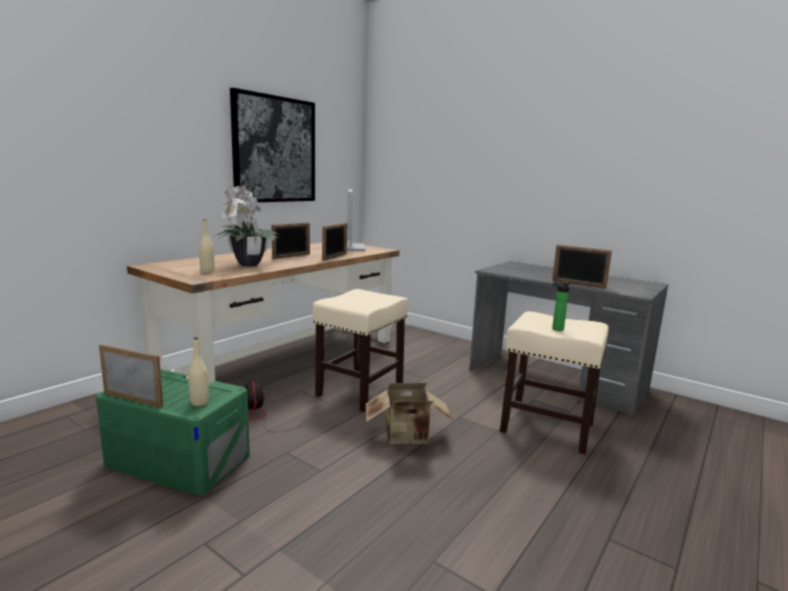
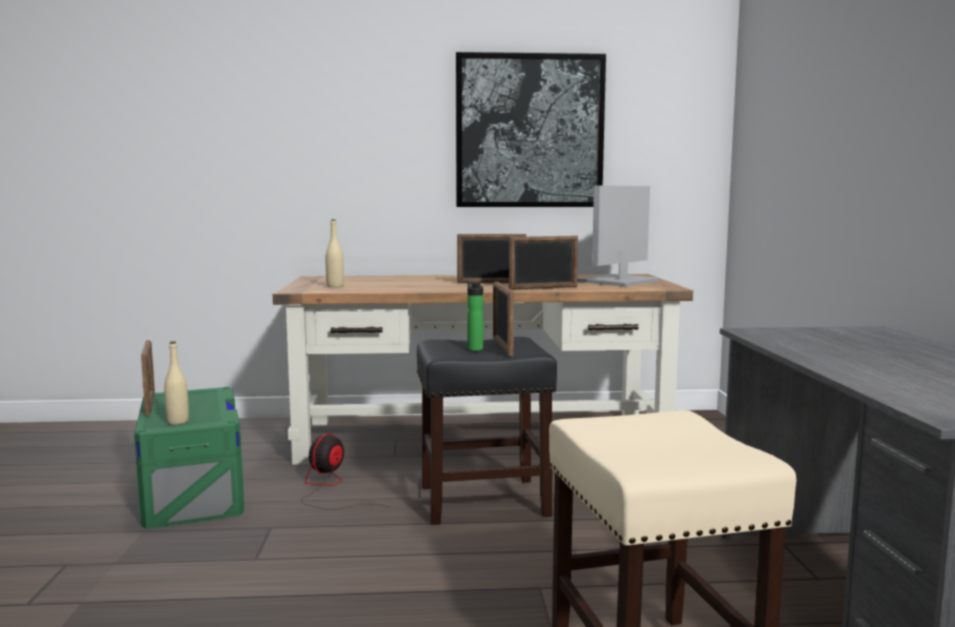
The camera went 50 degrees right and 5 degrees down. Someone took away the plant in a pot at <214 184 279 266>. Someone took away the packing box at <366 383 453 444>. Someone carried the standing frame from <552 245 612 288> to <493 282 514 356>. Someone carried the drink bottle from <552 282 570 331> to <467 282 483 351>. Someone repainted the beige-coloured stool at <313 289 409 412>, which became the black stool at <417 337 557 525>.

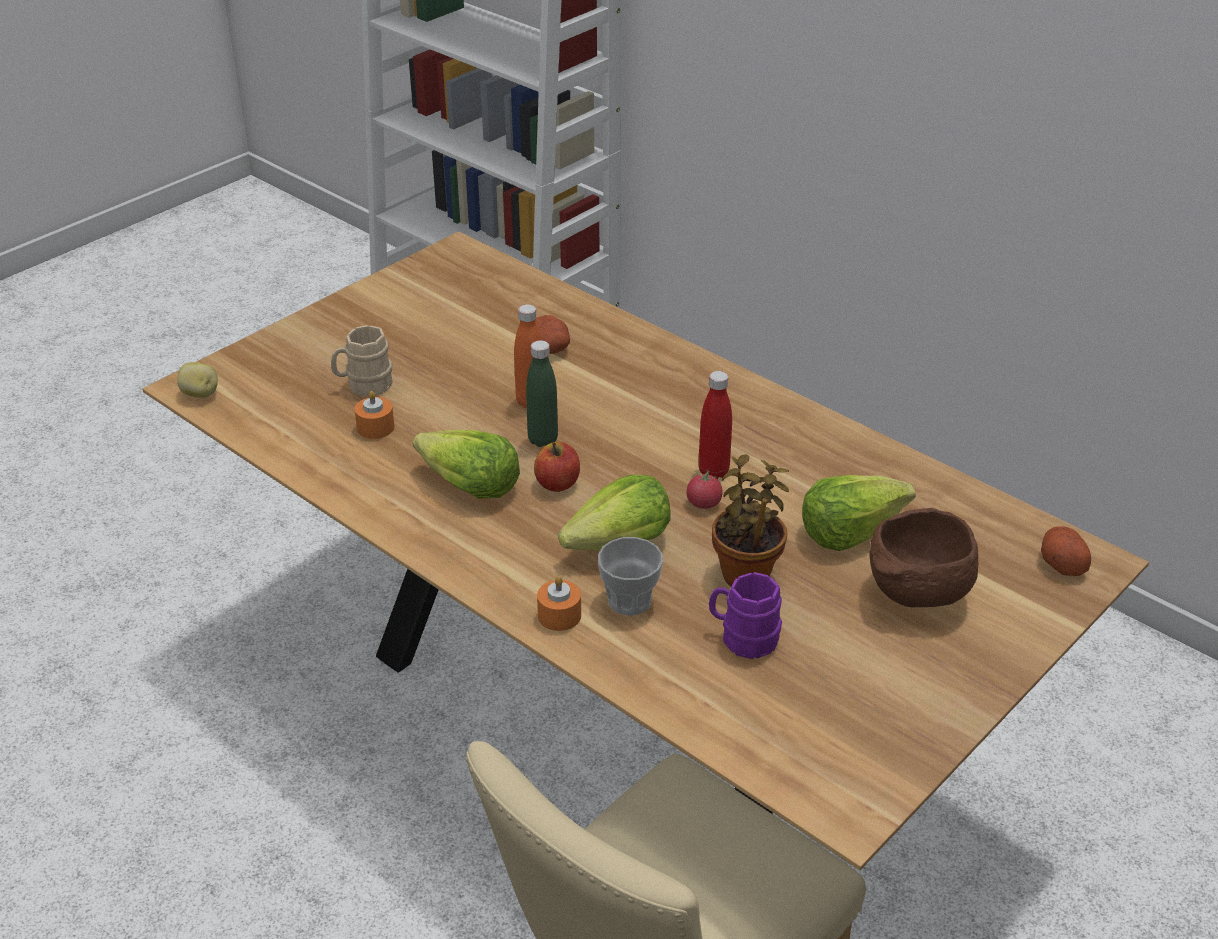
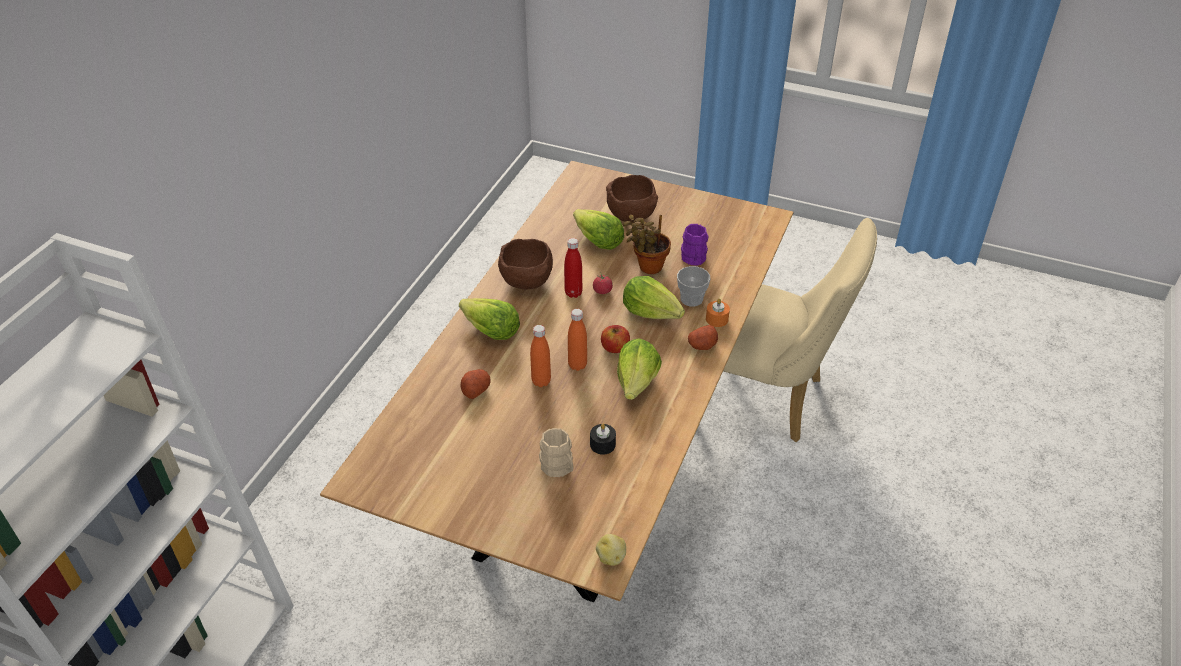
The camera went 110 degrees left and 5 degrees up. Someone put down the head of lettuce at <459 298 520 340>. Someone put down the brown-coloured serving bowl at <498 239 553 289>. Someone carried the potato from <1041 526 1091 576> to <688 325 718 350>. Someone repainted the orangey candle at <355 391 394 439>, which became the black candle at <590 424 616 455>. Someone repainted the green-coloured drink bottle at <526 340 558 447>, which became the orangey drink bottle at <568 309 587 371>.

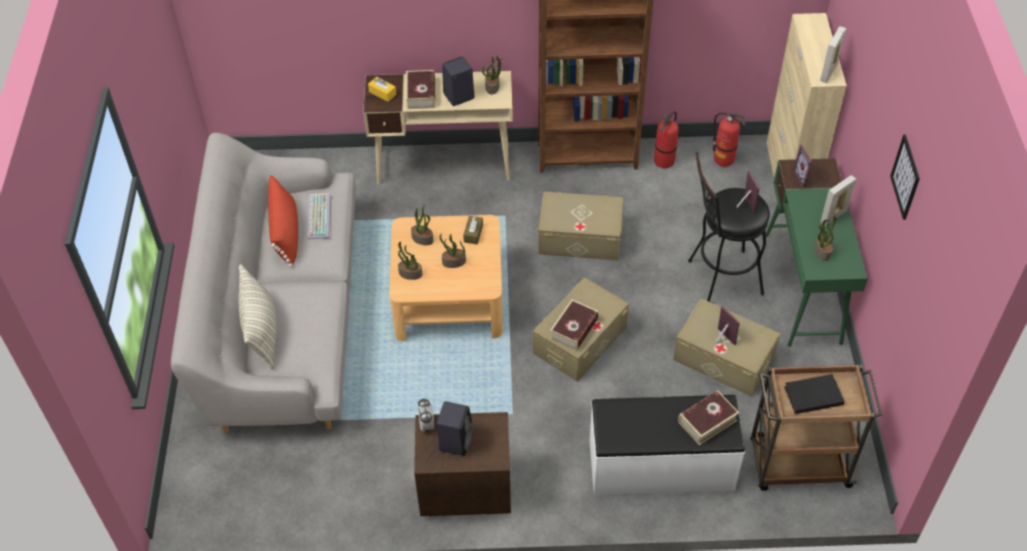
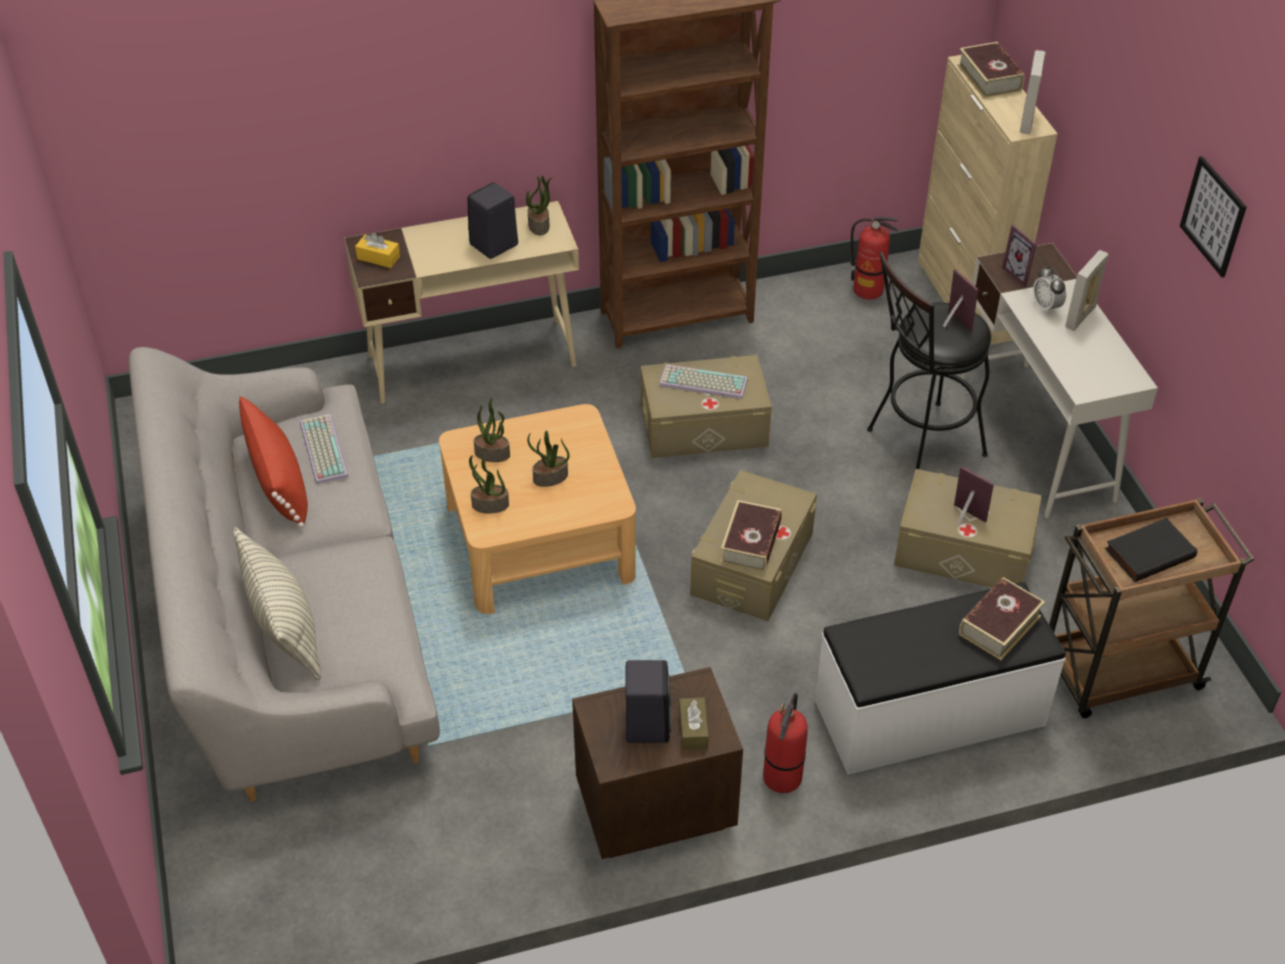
The camera went 15 degrees left and 5 degrees down. Someone took away the plant in a pot at <815 216 836 261>. Someone put down the keyboard at <659 364 748 399>. Someone carried the bound book from <406 70 435 109> to <957 42 1025 98>. Someone carried the alarm clock from <418 398 434 431> to <1033 267 1066 314>. Someone carried the brown-coloured box of tissues from <463 216 483 244> to <679 697 709 750>. Someone carried the extinguisher from <654 111 679 168> to <763 693 808 793>. Someone repainted the green-coloured desk table at <766 158 868 347>, which became the white-coloured desk table at <960 243 1158 518>.

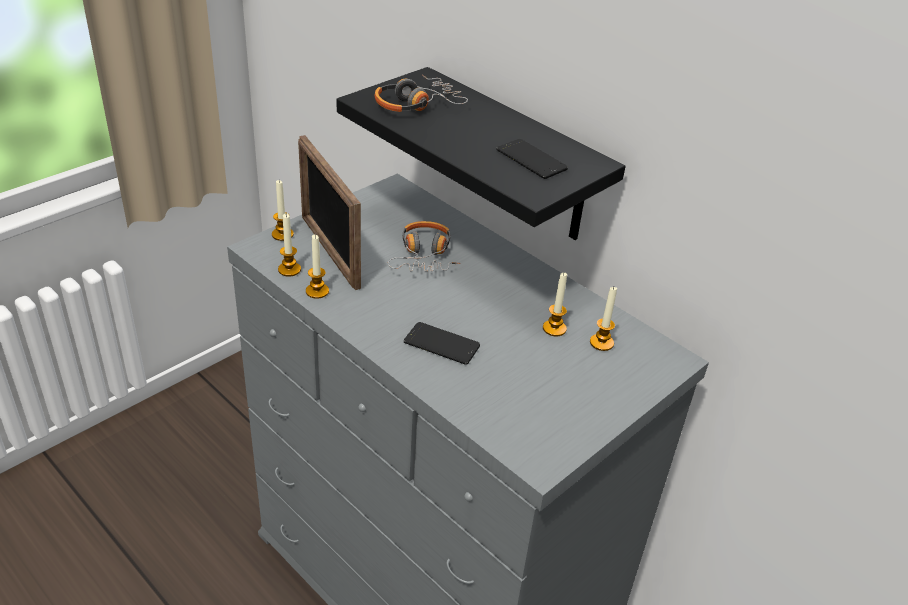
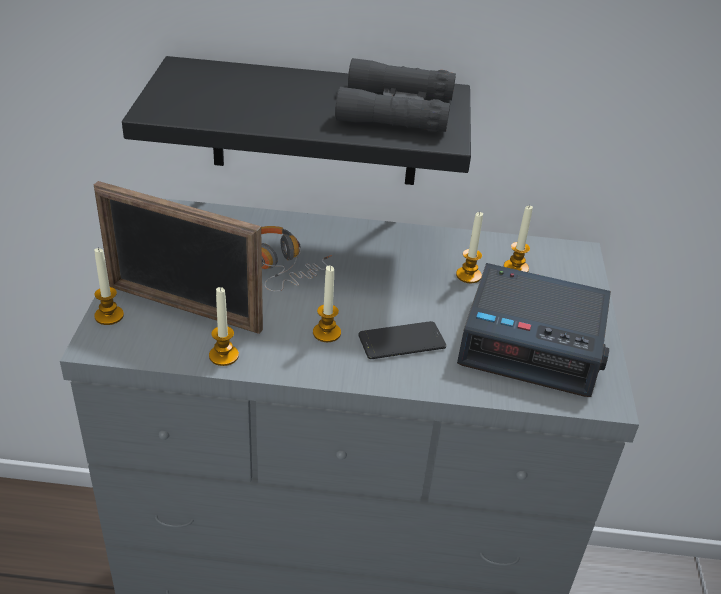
The camera went 40 degrees left and 0 degrees up. Someone took away the headset at <375 75 468 112>. Someone put down the alarm clock at <457 263 611 397>. Someone carried the candle from <278 213 301 277> to <313 266 341 342>. Someone swapped the handset at <496 139 568 179> for the black field glasses at <335 58 456 132>.

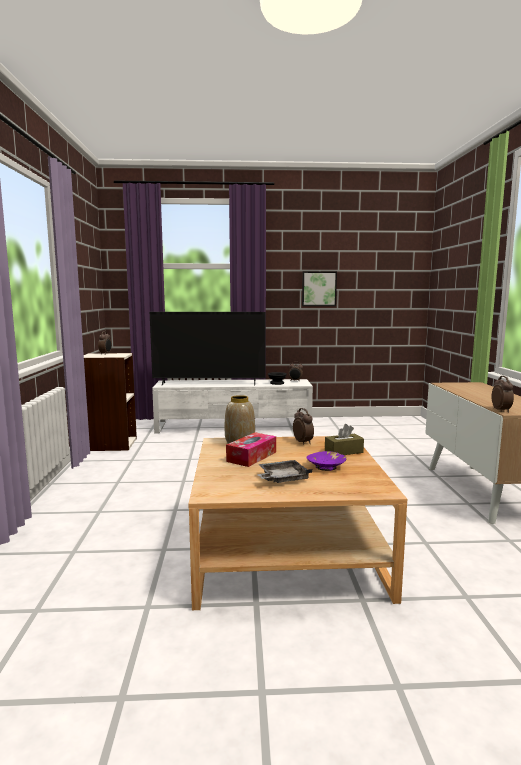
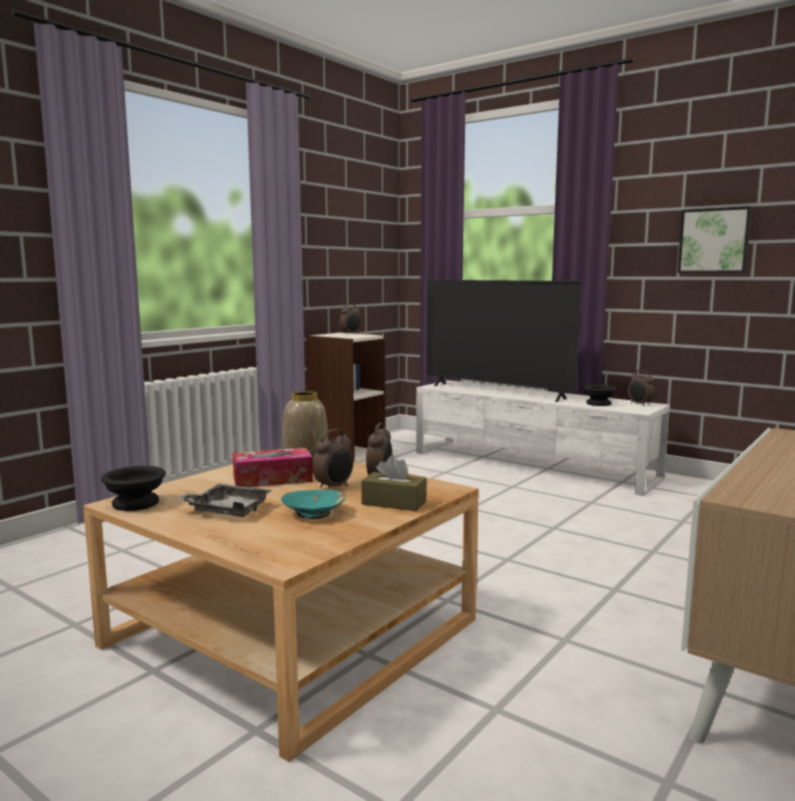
The camera went 40 degrees right and 0 degrees up. Someone put down the black serving bowl at <101 466 166 511>. Someone carried the alarm clock from <492 376 514 413> to <312 429 353 490>. Someone repainted the purple serving bowl at <306 451 346 471>, which became the blue-green serving bowl at <281 490 346 519>.

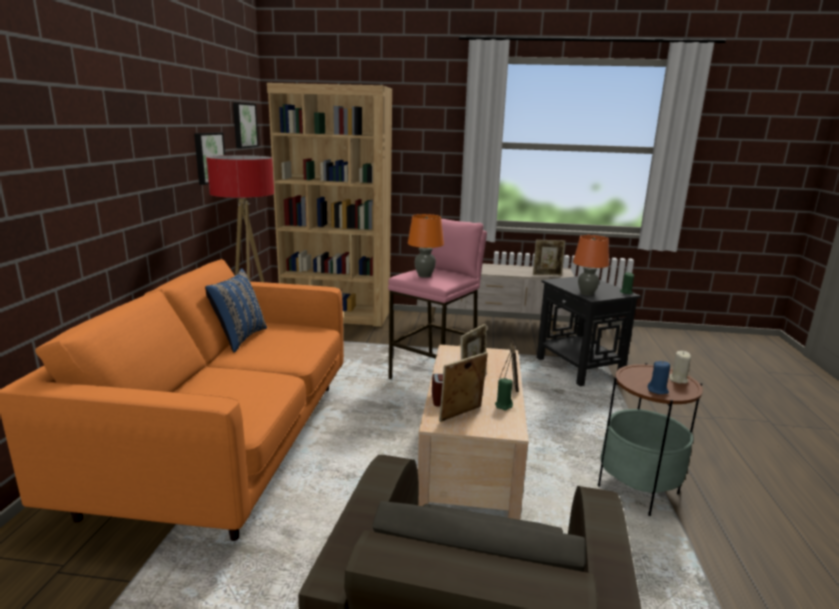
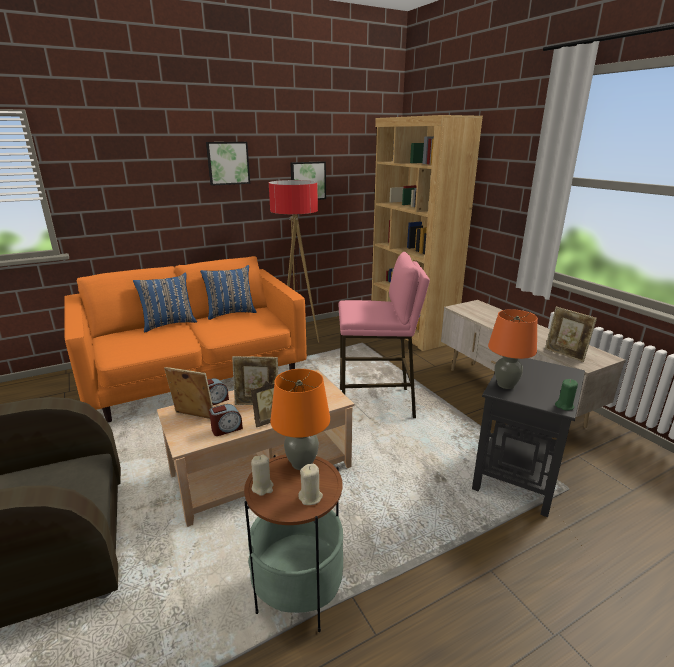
The camera went 55 degrees right and 5 degrees up. Someone put down the blue pillow at <133 272 197 332>. Someone carried the wall picture from <233 102 259 148> to <206 142 250 186>. Someone carried the orangey table lamp from <408 214 444 278> to <270 369 330 470>. Someone swapped the green-coloured candle at <495 378 513 411> for the alarm clock at <209 404 243 436>. Someone repainted the blue candle at <647 361 670 394>, which became the beige-coloured candle at <251 455 273 496>.

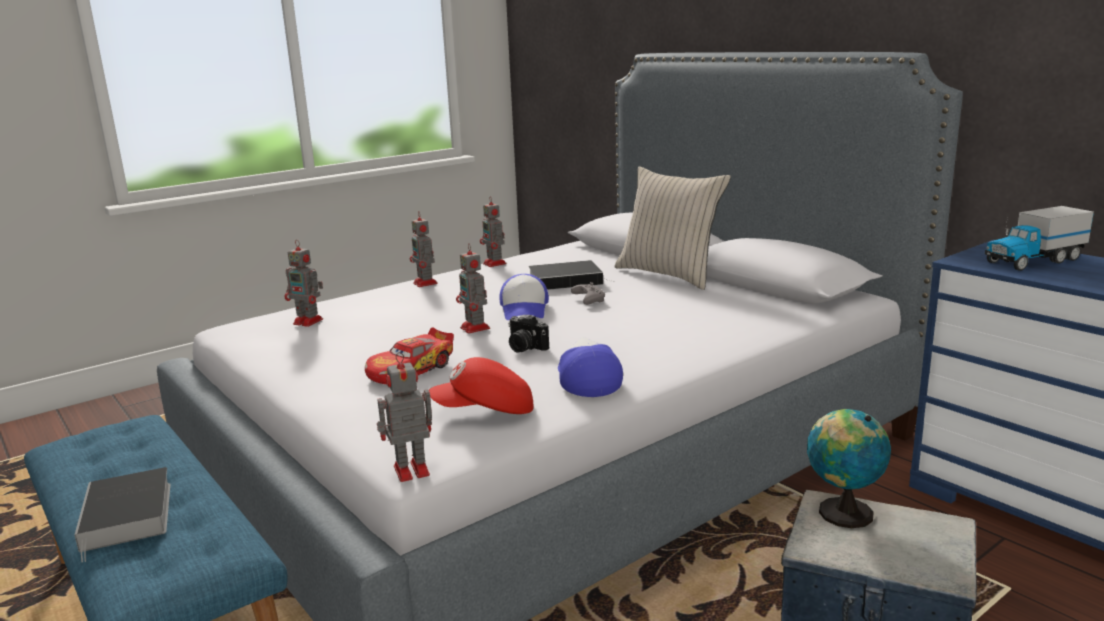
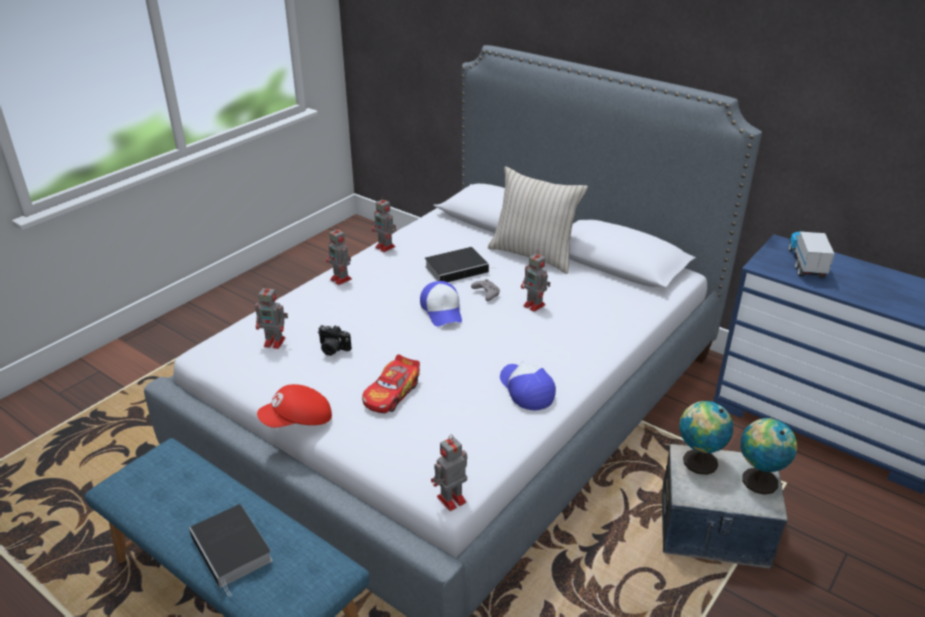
The camera went 15 degrees left and 15 degrees up. Someone put down the world globe at <740 418 797 495>. Someone carried the reddish cap from <429 357 534 414> to <257 384 332 428>. Someone carried the robot figure from <456 244 490 334> to <521 250 550 312>. Someone carried the still camera from <508 315 549 353> to <318 325 352 356>. Someone rotated the model truck at <985 206 1094 271> by 135 degrees clockwise.

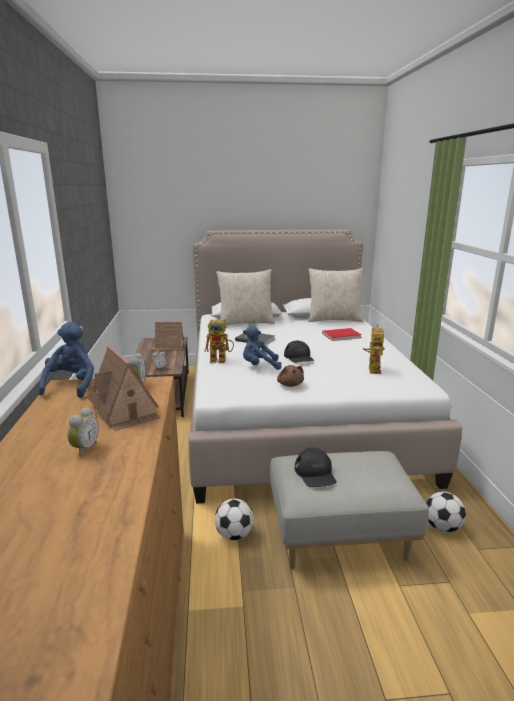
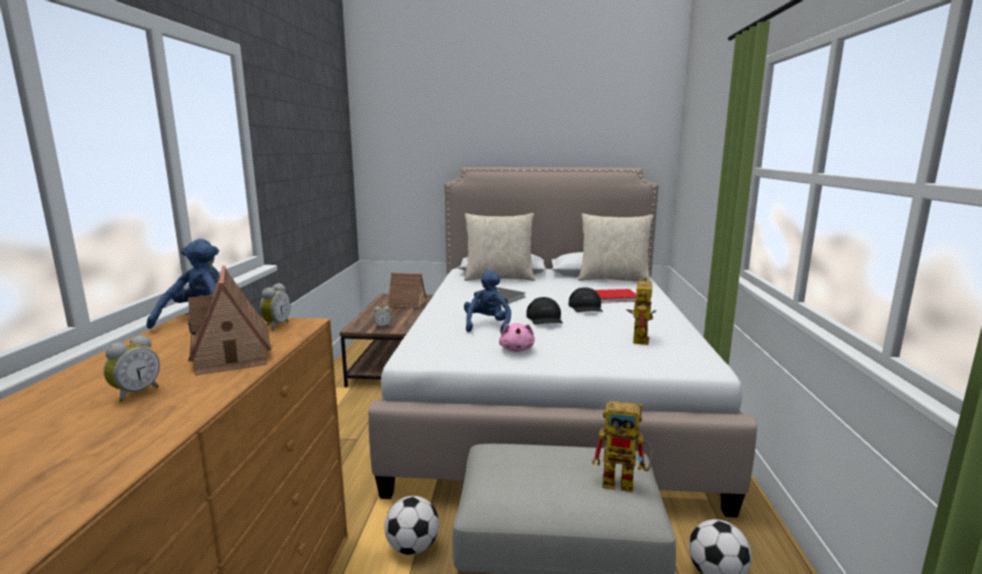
The camera went 10 degrees right and 5 degrees down. Someone carried the robot figure from <204 319 234 363> to <592 401 653 492>. Someone carried the black cap from <295 448 336 487> to <569 287 603 312>. Someone repainted the brown-coloured plush toy at <277 365 304 387>, which became the pink-coloured plush toy at <499 323 535 352>. Someone rotated the blue plush toy at <243 326 282 370> by 90 degrees clockwise.

